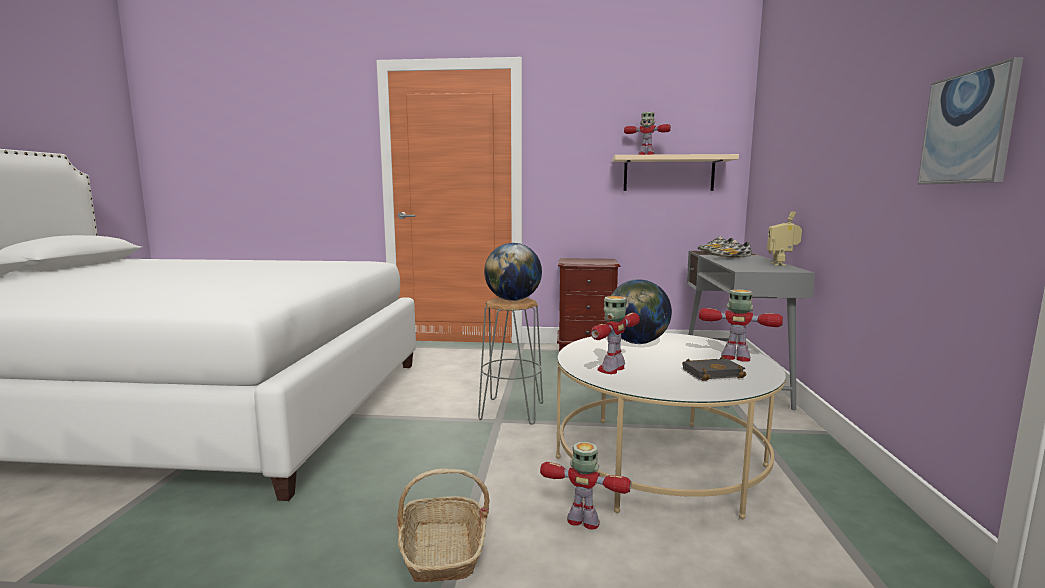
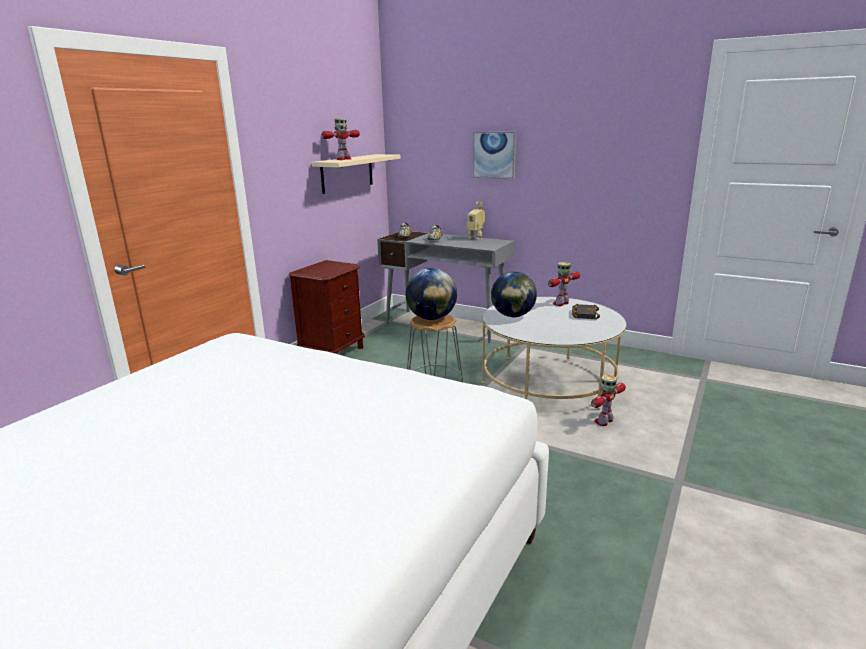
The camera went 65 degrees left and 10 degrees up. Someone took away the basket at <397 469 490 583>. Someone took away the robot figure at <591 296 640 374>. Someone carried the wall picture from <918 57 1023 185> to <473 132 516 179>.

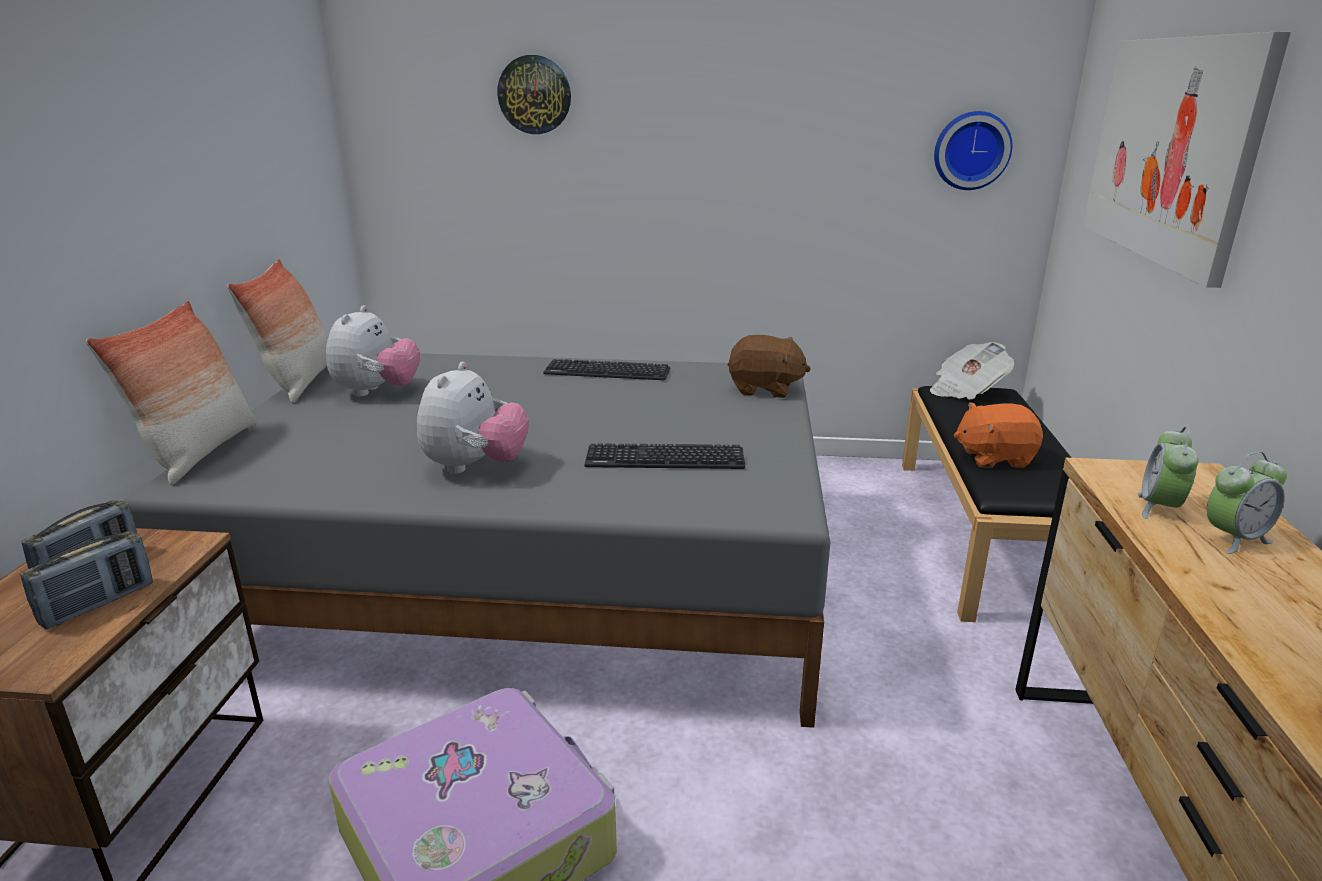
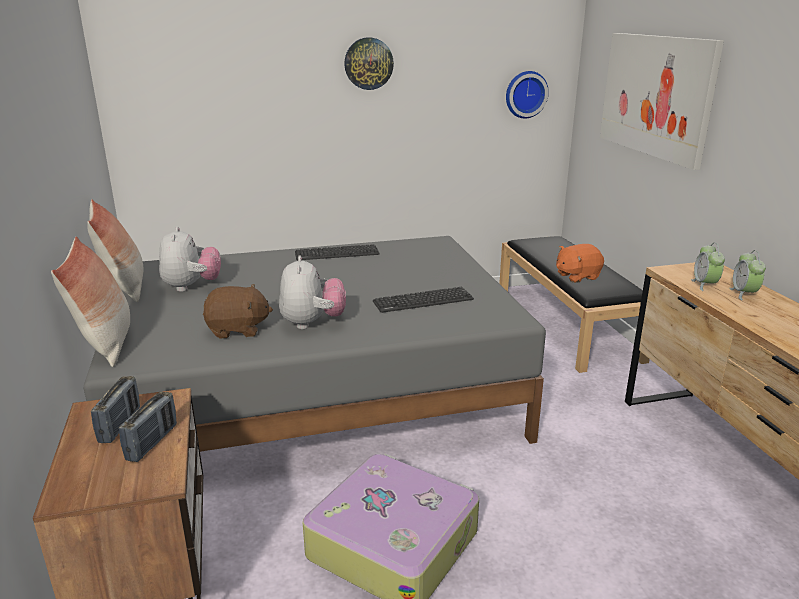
The camera went 20 degrees left and 0 degrees up. Someone took away the daily paper at <930 342 1014 400>. Someone carried the wall clock from <497 55 571 134> to <344 37 394 90>. Someone carried the brown-coloured plush toy from <727 335 811 398> to <203 284 273 339>. Someone rotated the alarm clock at <1207 452 1287 554> by 135 degrees clockwise.

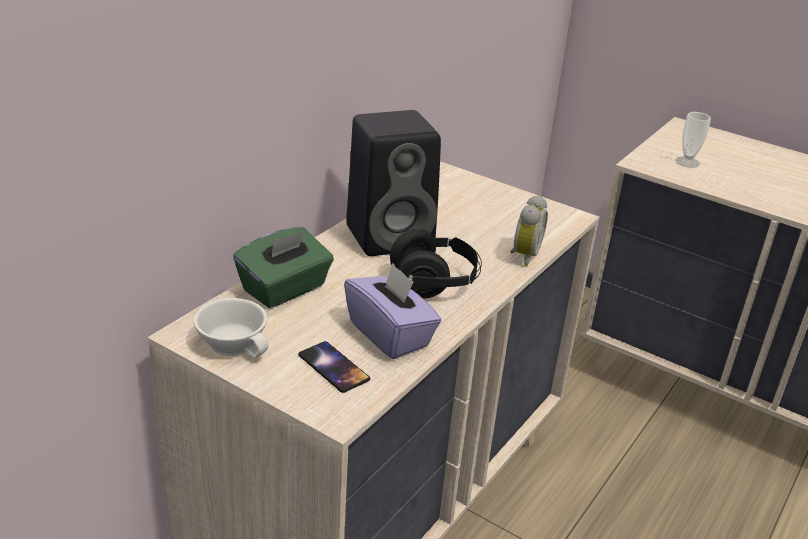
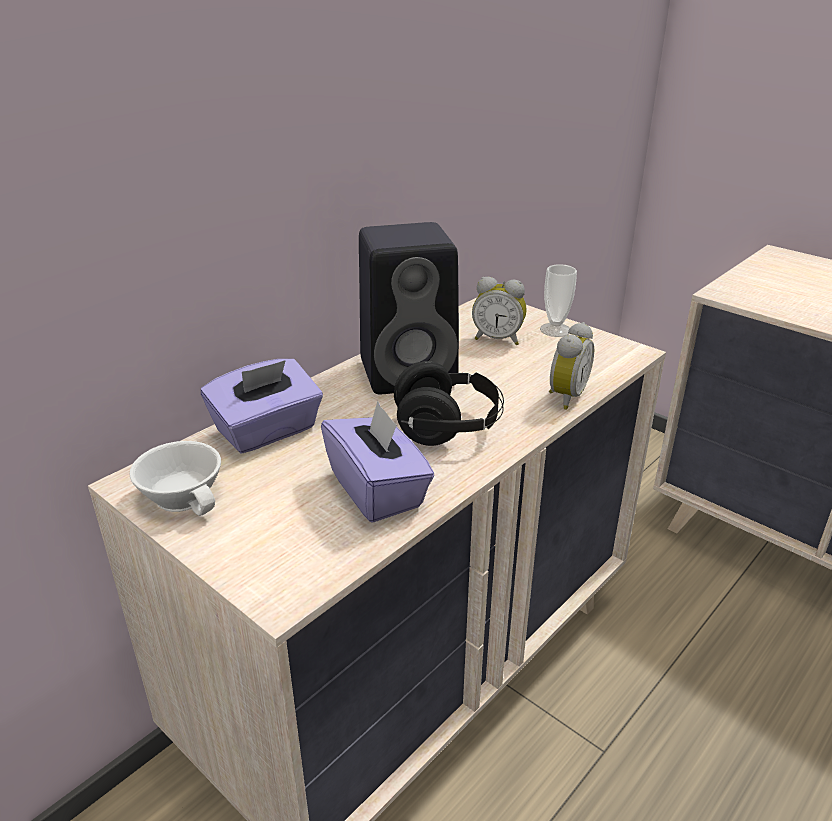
The camera went 10 degrees right and 0 degrees up. Someone took away the handset at <298 341 370 393>. Someone put down the alarm clock at <472 277 526 345>. Someone carried the small cup from <676 112 711 168> to <540 264 577 337>. Someone repainted the green-coloured box of tissues at <233 227 334 308>, which became the purple box of tissues at <201 359 323 454>.

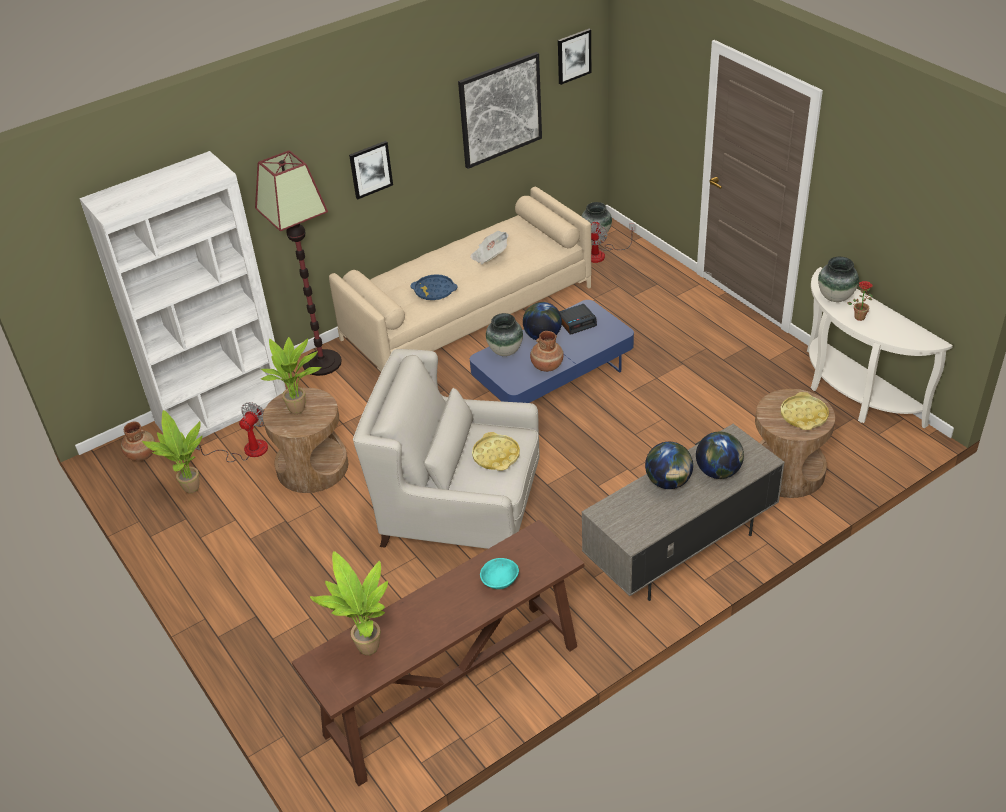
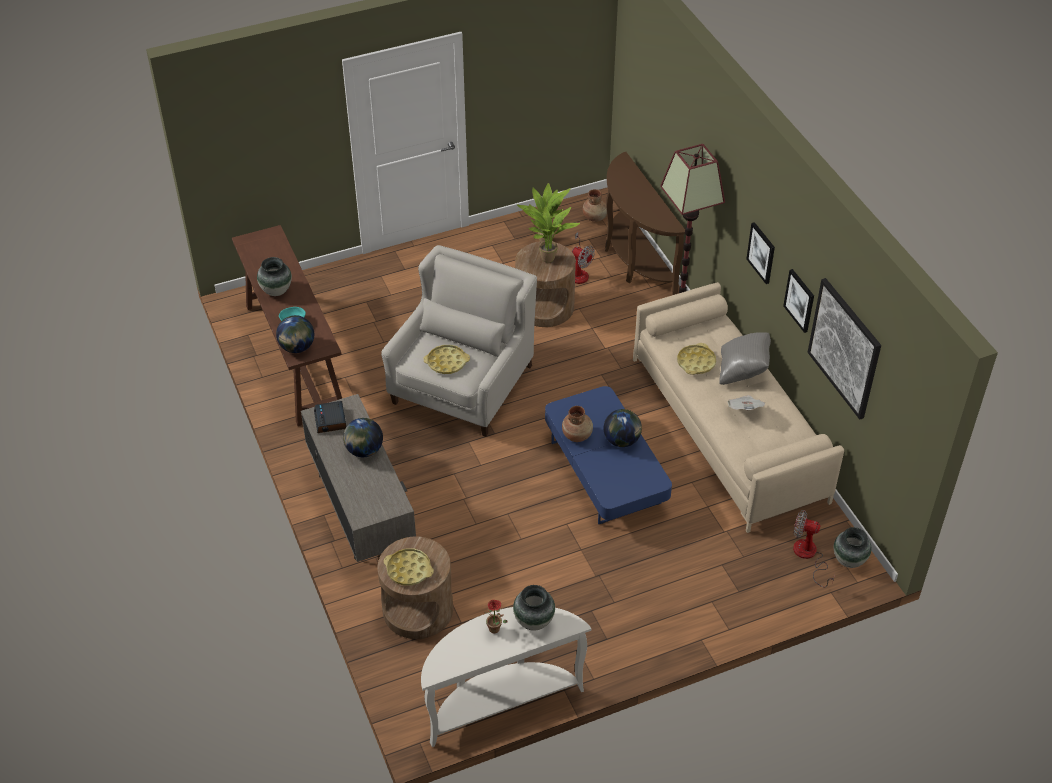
The camera went 100 degrees right and 5 degrees up. Someone took away the plant in a pot at <310 551 388 655>. Someone put down the gray pillow at <719 332 771 385>. Someone carried the decorative vase from <486 313 523 356> to <257 257 292 296>. Someone carried the wall picture from <558 29 591 85> to <783 269 814 333>. Someone carried the alarm clock from <559 304 597 335> to <314 401 346 433>. Someone carried the world globe from <696 432 744 479> to <276 315 314 353>. Someone swapped the white-coloured bookshelf at <79 151 286 439> for the brown-coloured console table at <605 152 685 295>. Someone repainted the blue serving tray at <411 274 457 300>, which became the yellow serving tray at <677 343 716 375>.

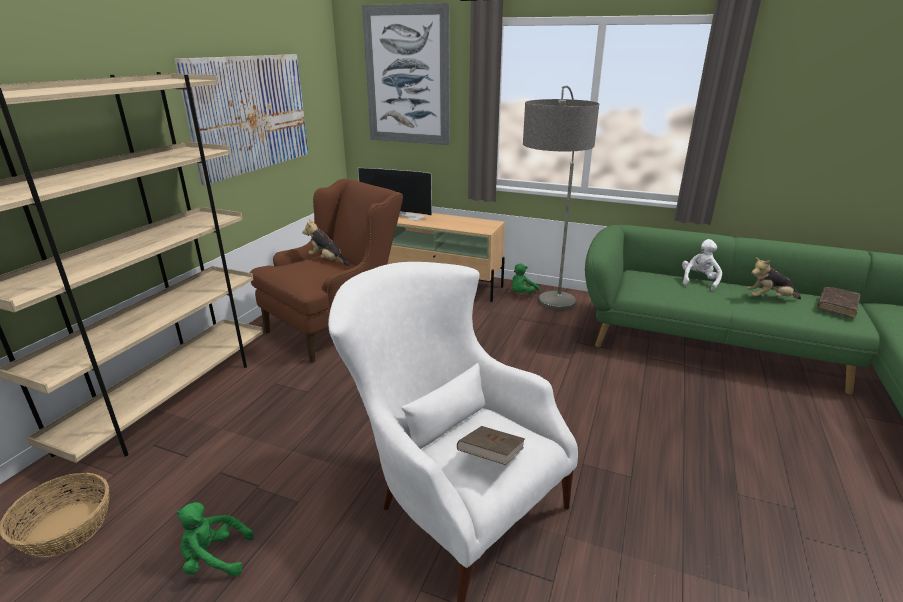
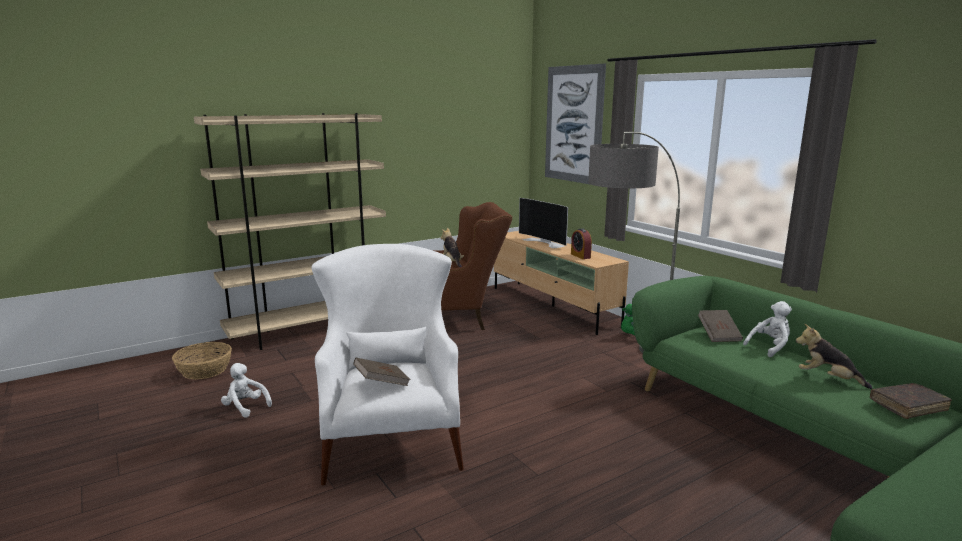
The camera went 35 degrees right and 10 degrees down. Someone took away the wall picture at <175 54 308 185>. Someone put down the alarm clock at <571 228 592 259>. Someone put down the brown-coloured bound book at <698 310 743 342>. Someone repainted the green-coloured plush toy at <176 502 254 577>, which became the white-coloured plush toy at <221 363 272 418>.

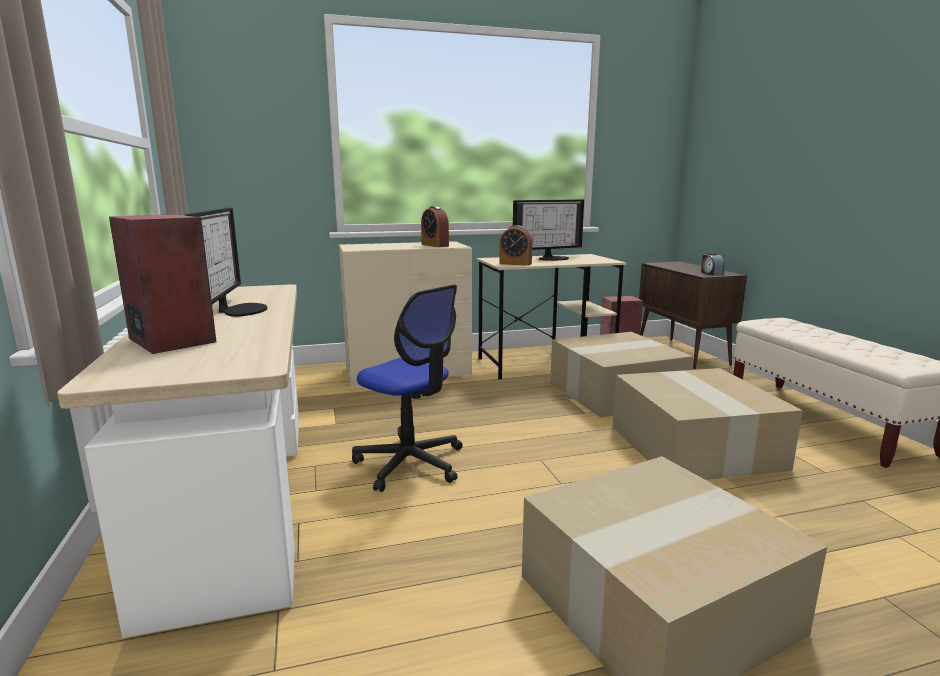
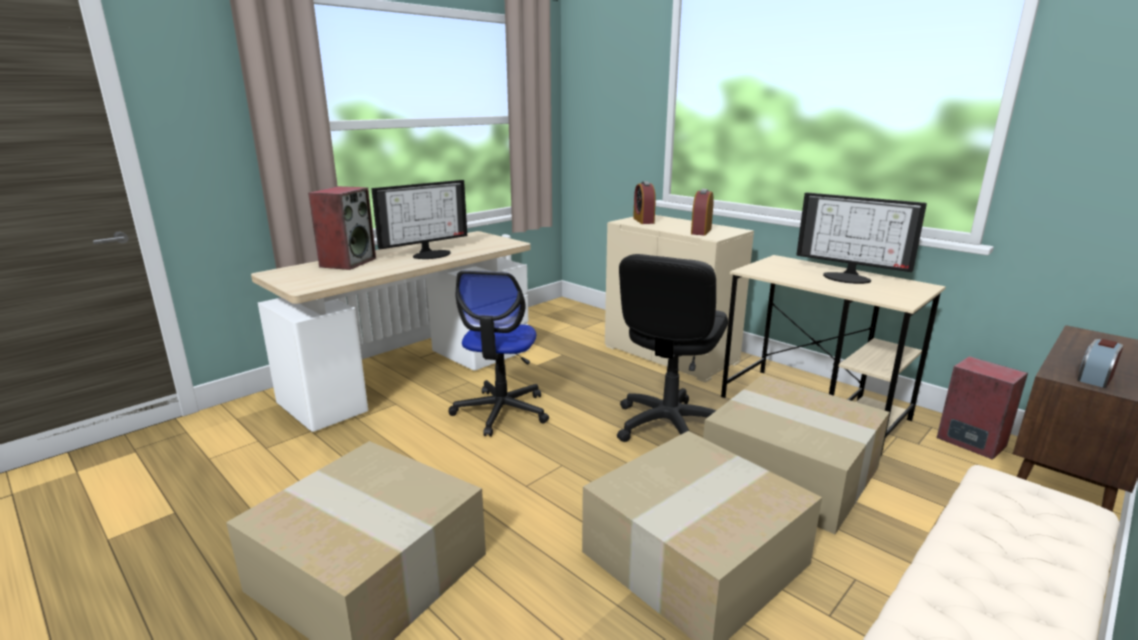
The camera went 60 degrees right and 5 degrees up. Someone put down the black desk chair at <617 254 728 442>. Someone carried the alarm clock from <499 225 532 266> to <633 181 656 224>.

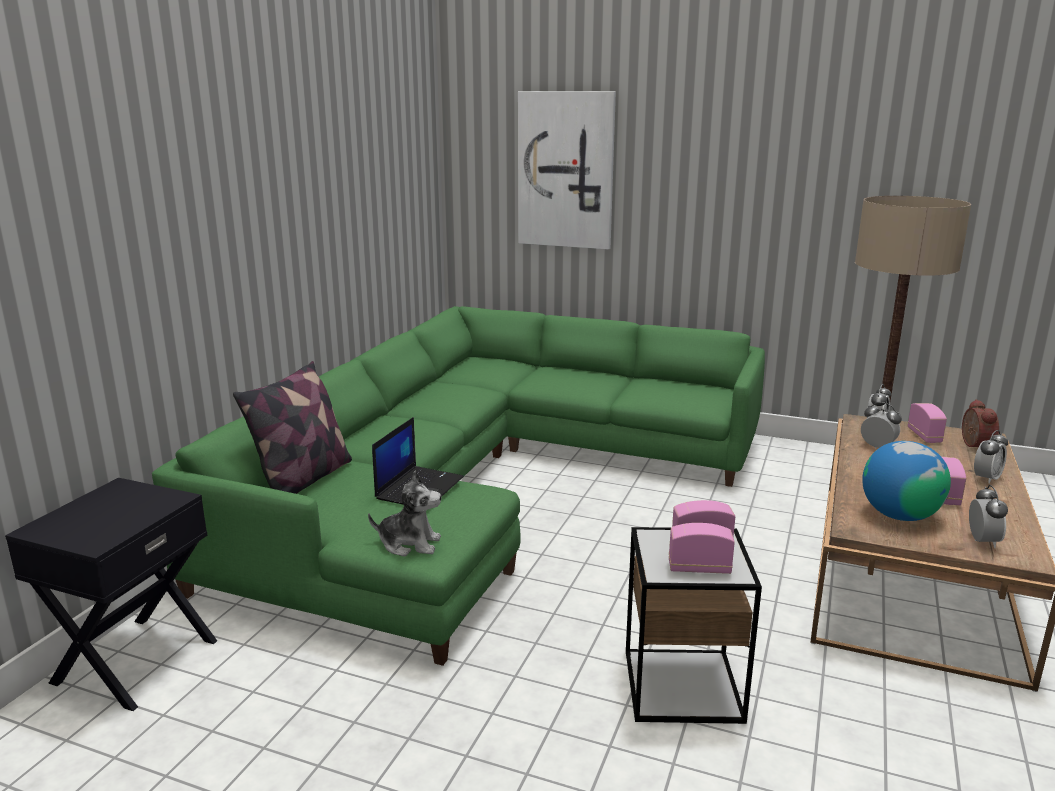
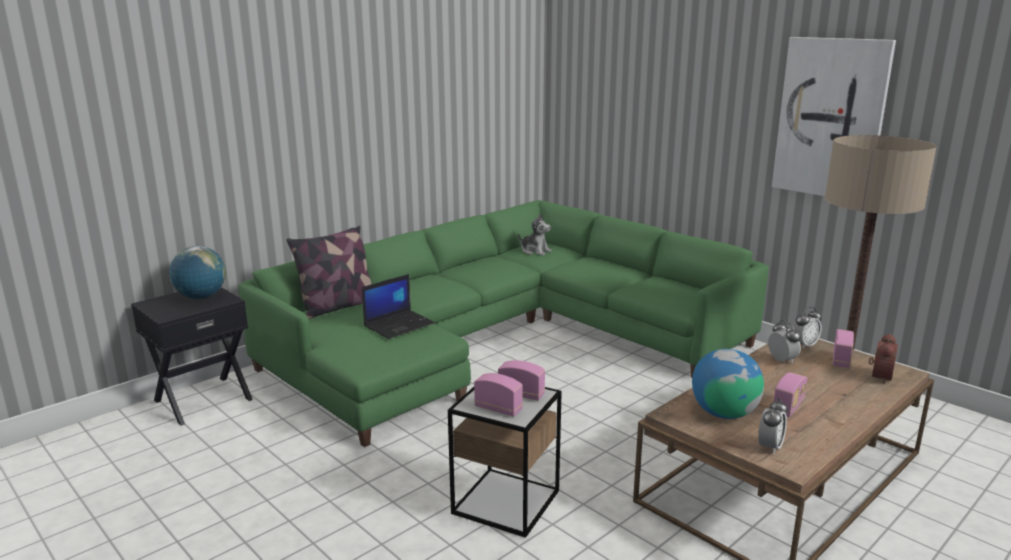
The camera went 25 degrees right and 0 degrees up. Someone took away the alarm clock at <974 430 1008 484>. Someone put down the world globe at <169 246 226 299>. Someone carried the plush toy from <368 471 442 556> to <518 213 552 256>. Someone carried the wall picture from <518 91 616 249> to <772 37 896 196>.

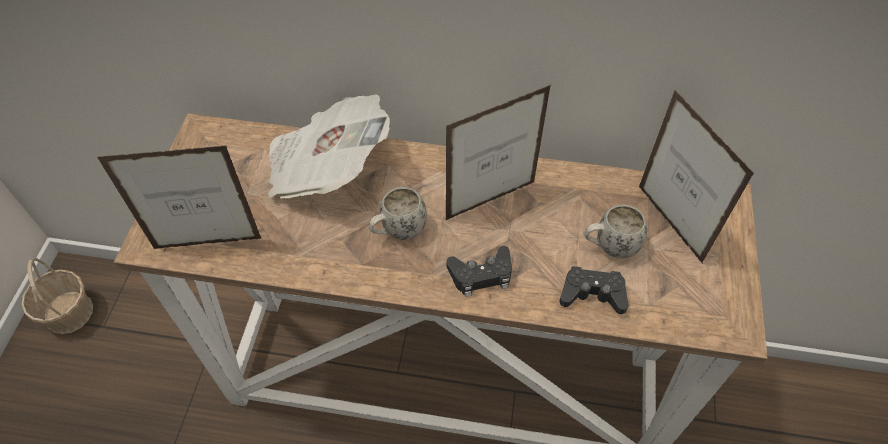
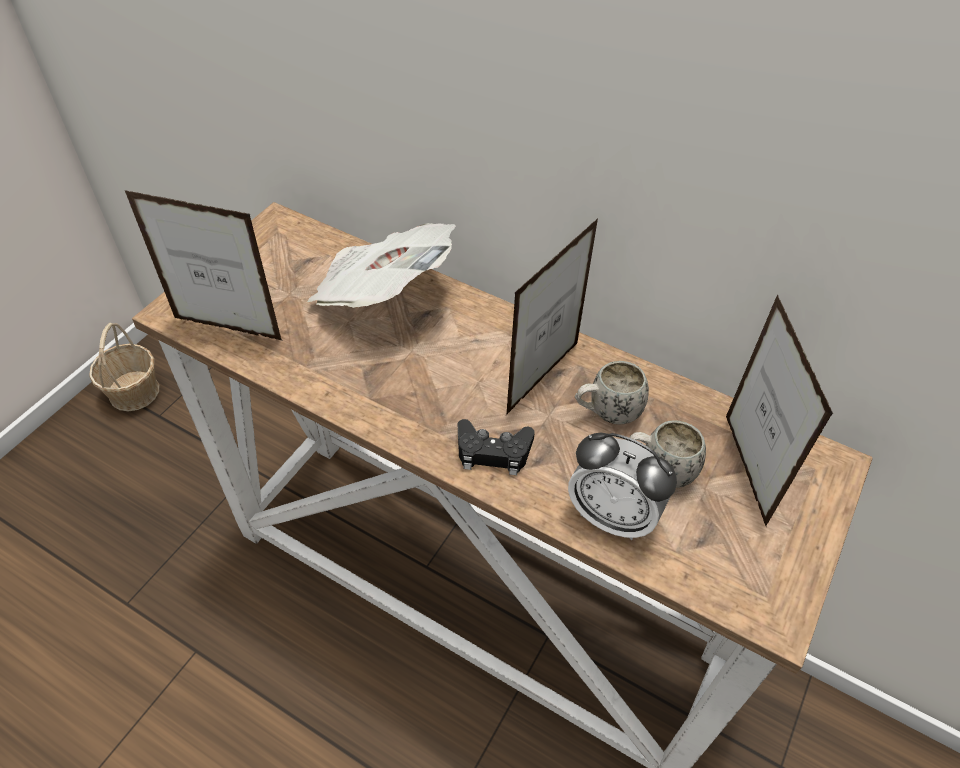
The camera went 20 degrees right and 5 degrees down. Someone carried the white-coloured mug from <368 187 427 240> to <575 361 649 424>. Someone swapped the black game controller at <559 266 629 314> for the alarm clock at <568 433 677 540>. Someone rotated the standing frame at <446 85 551 220> by 135 degrees clockwise.

